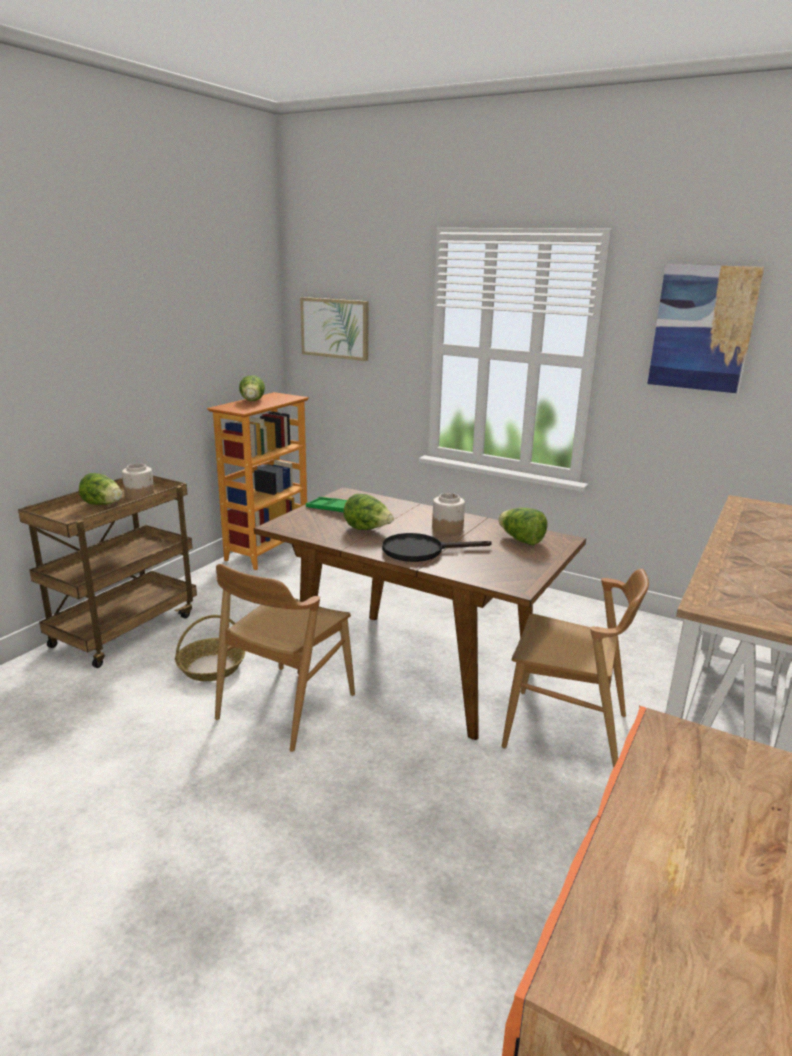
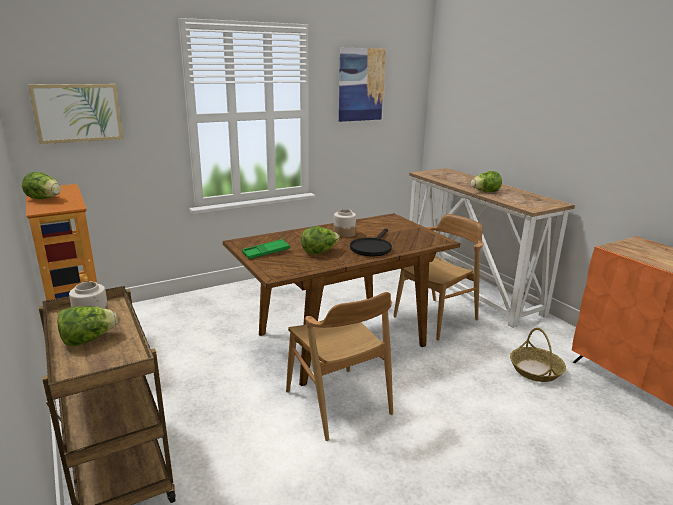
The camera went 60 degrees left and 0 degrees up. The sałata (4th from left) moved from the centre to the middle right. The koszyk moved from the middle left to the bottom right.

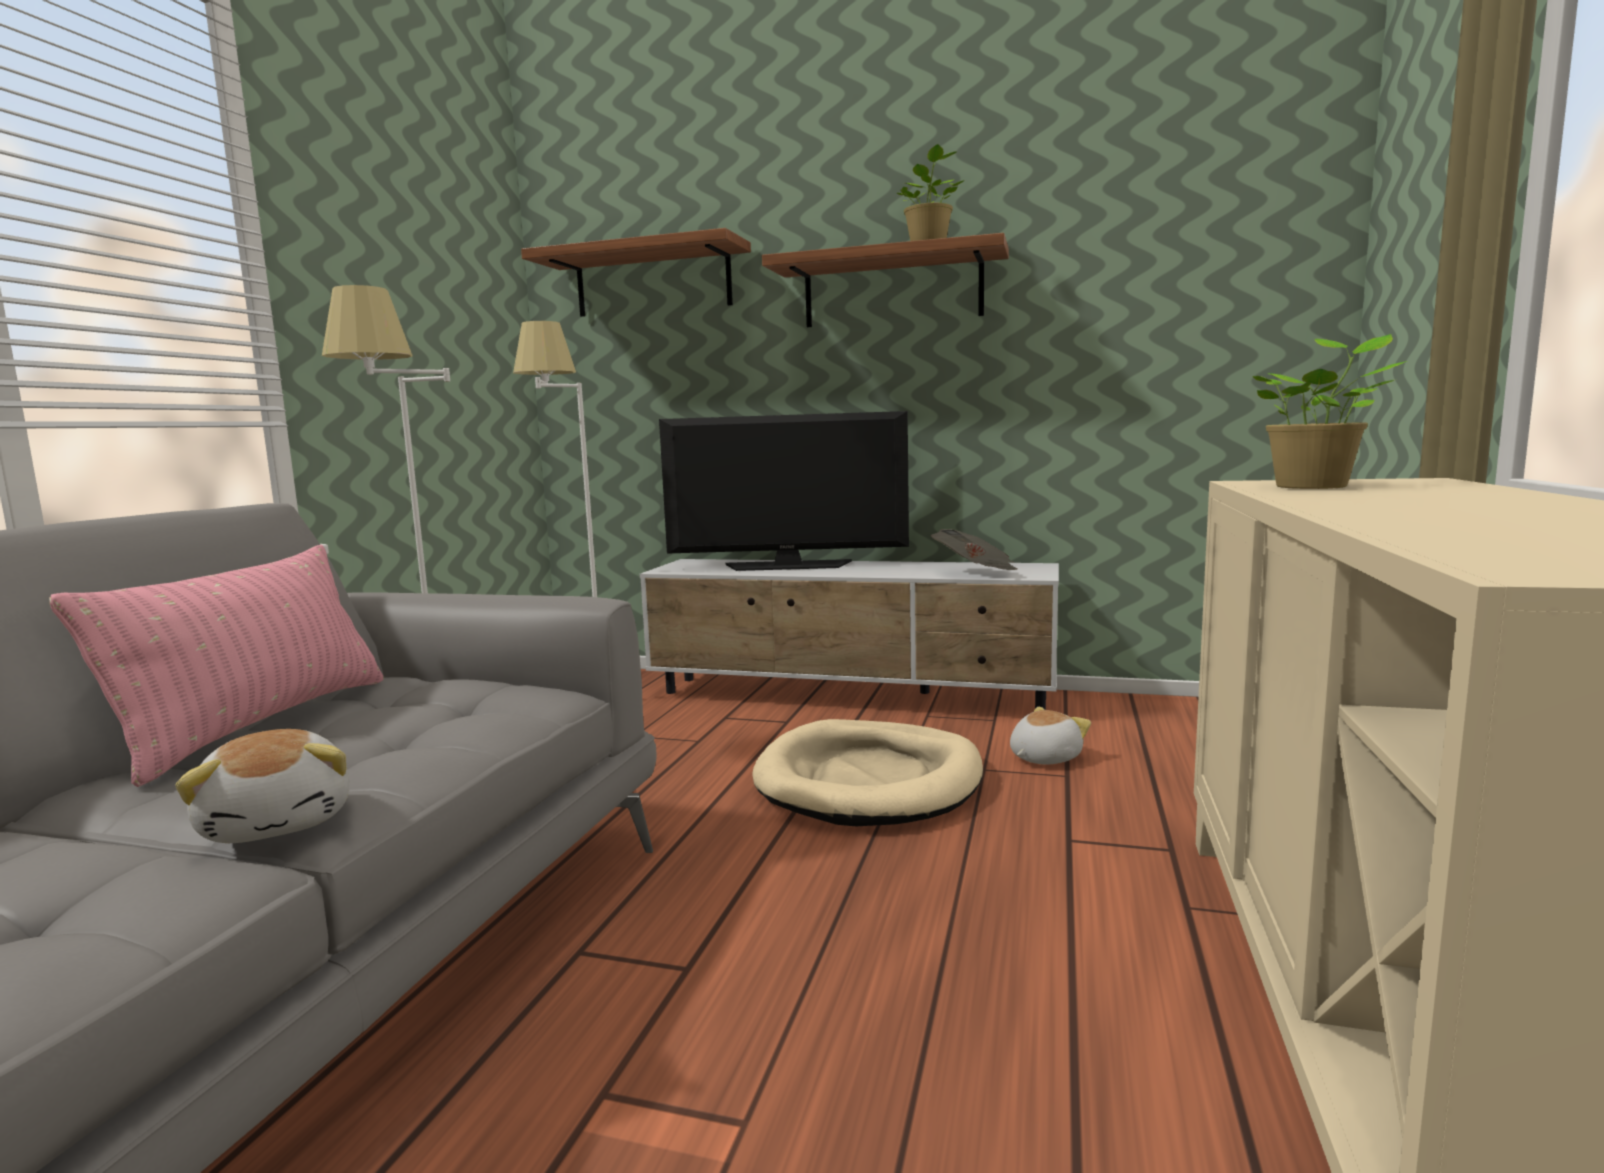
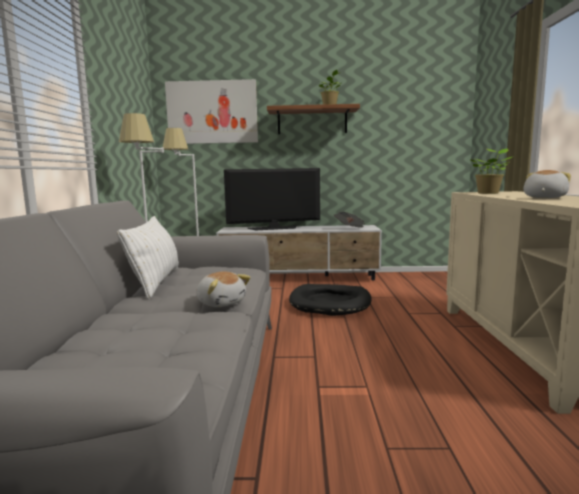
The camera went 15 degrees left and 0 degrees up. The poduszka [różowy] at the middle left became the poduszka [biały] at the middle left. The półka (1st from left) at the top centre was replaced by the obraz at the top centre. The legowisko [beżowy] at the centre became the legowisko [czarny] at the centre. The pluszak (2nd from left) moved from the centre to the middle right.

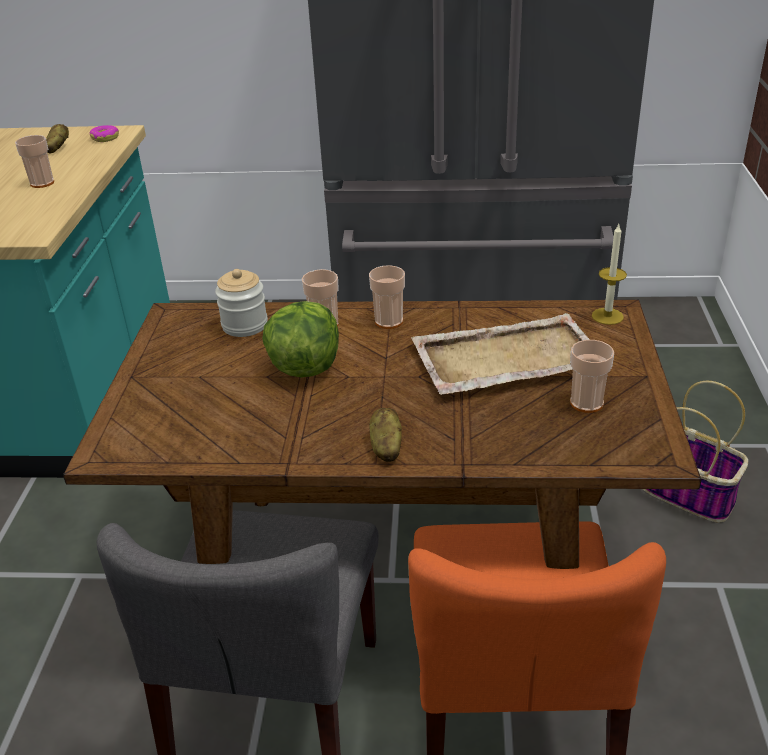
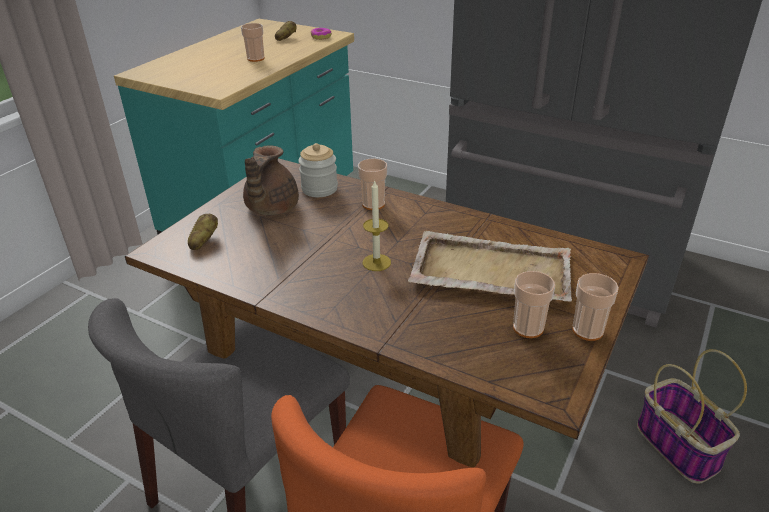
The camera went 25 degrees right and 0 degrees up. The ziemniak (2nd from left in the first image) moved from the centre to the middle left. The imbryk [brązowy] at the centre appeared. The świeca moved from the middle right to the centre. The filiżanka (3rd from left in the first image) moved from the centre to the middle right. The sałata at the centre disappeared.

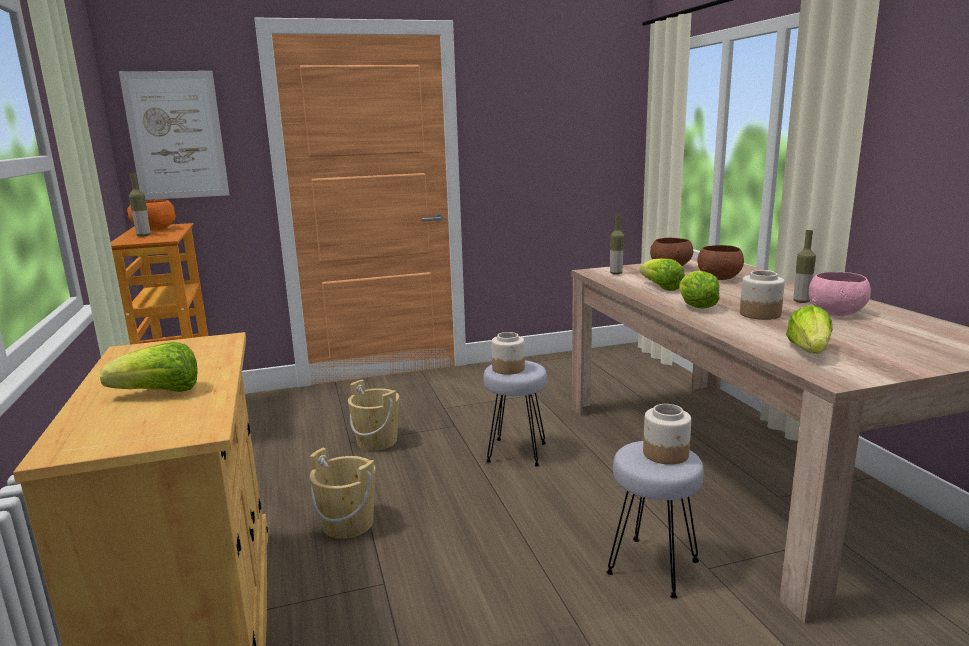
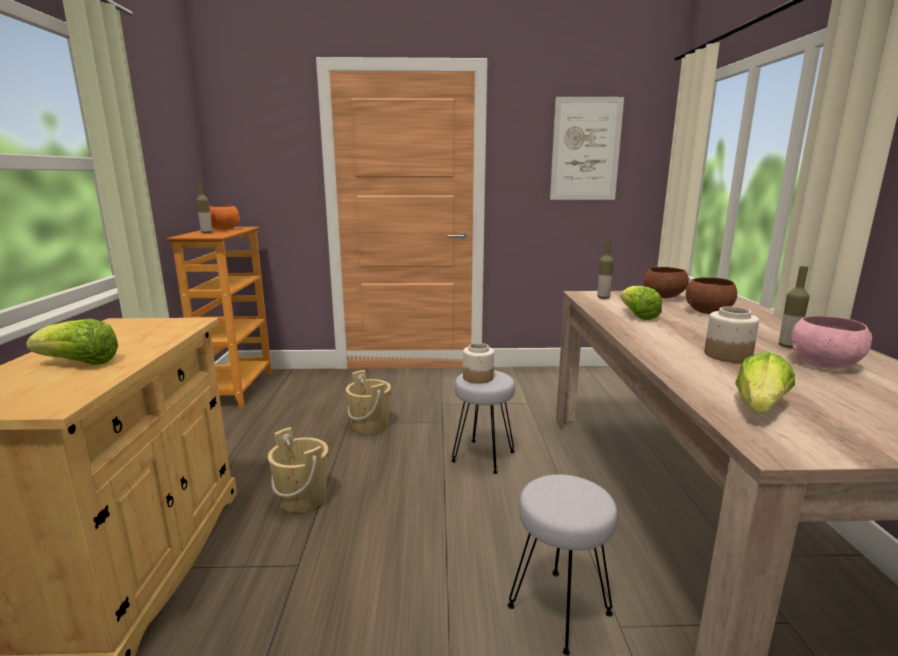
The camera went 15 degrees right and 0 degrees up. The obraz moved from the top left to the top centre. The słoik (2nd from left) at the bottom right disappeared. The sałata (3rd from left) at the middle right disappeared.

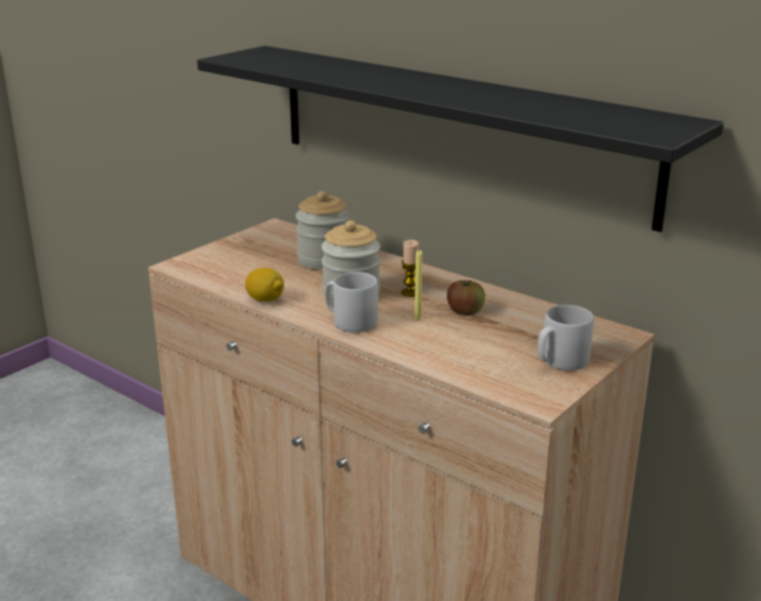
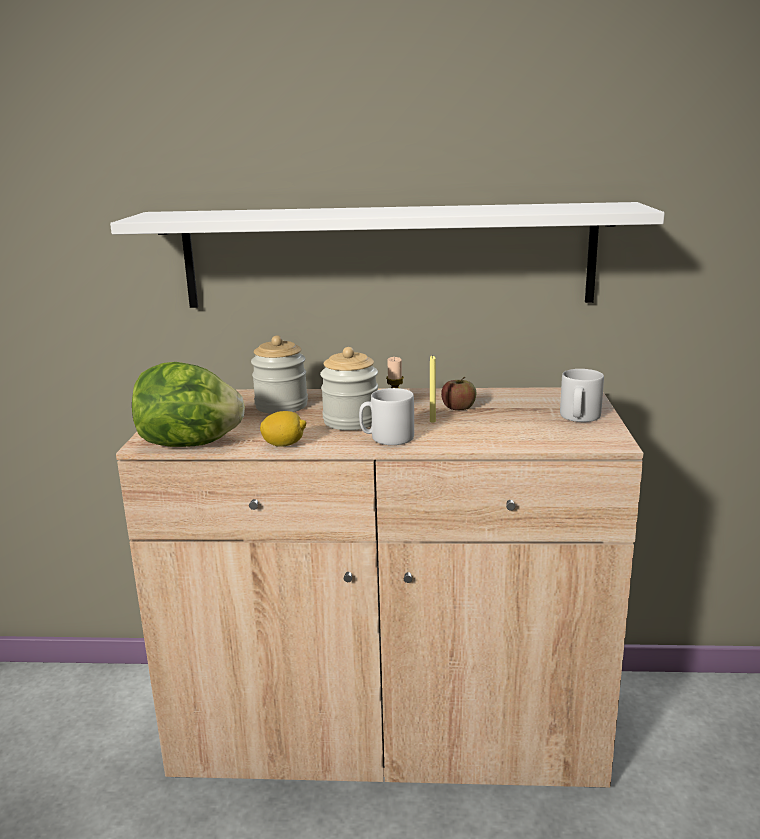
The camera went 35 degrees left and 5 degrees down. The półka [czarny] at the top centre became the półka [biały] at the top centre. The sałata at the middle left appeared.

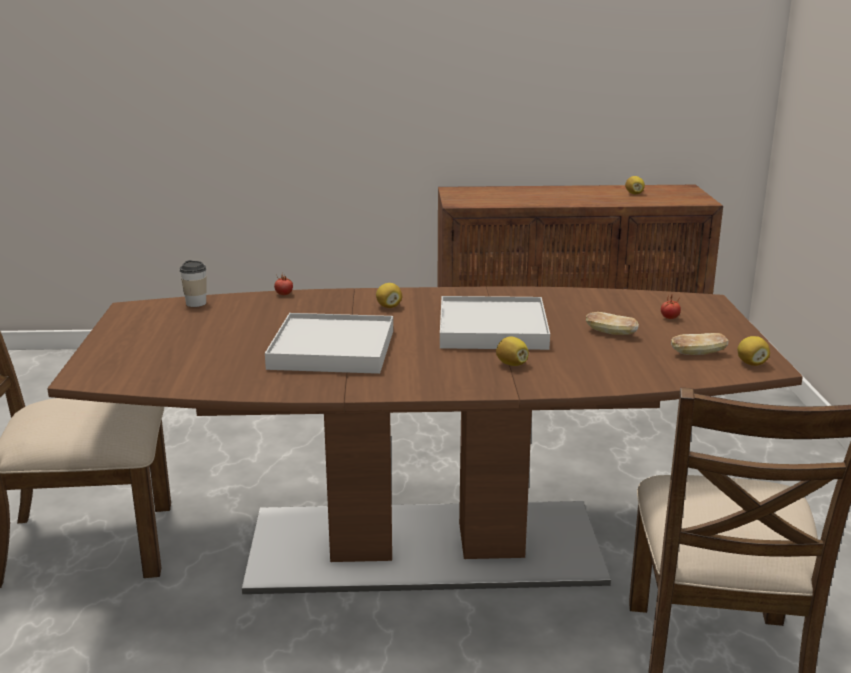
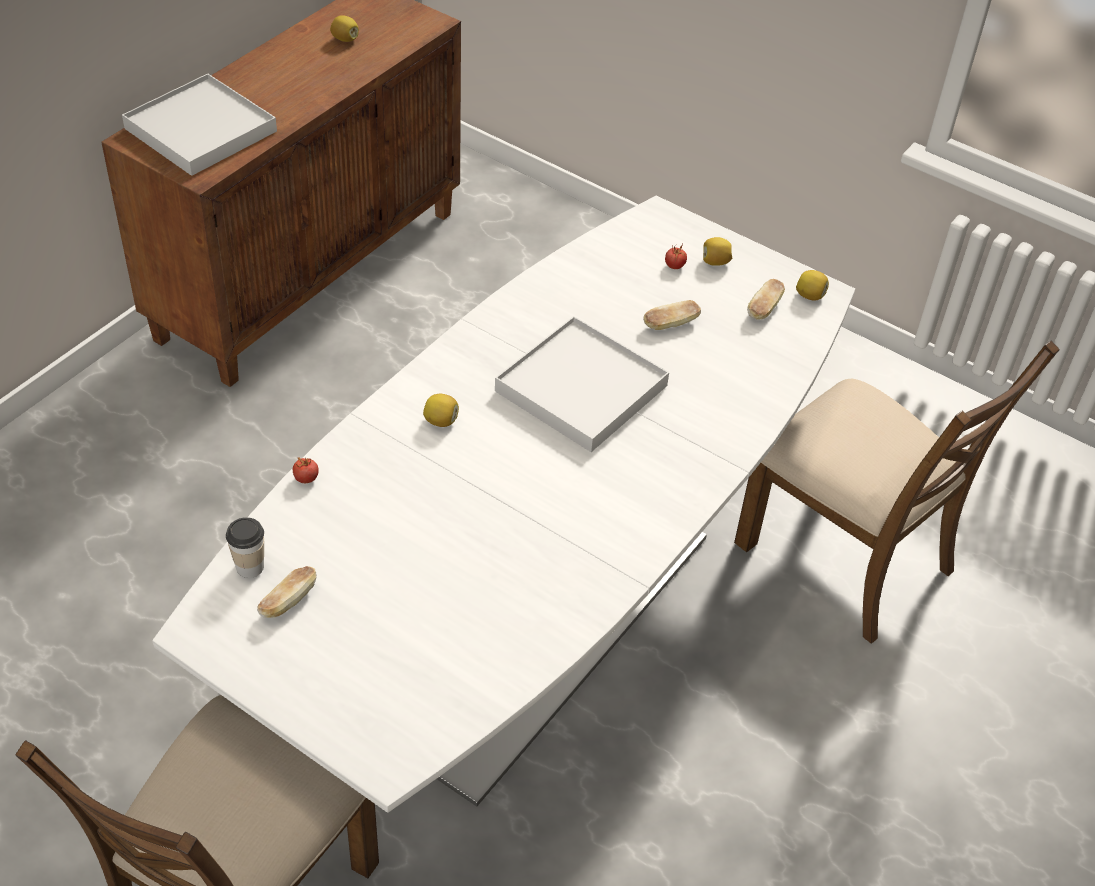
The camera went 55 degrees left and 25 degrees up. The taca [biały] (1st from left) moved from the centre to the top left. The stół jadalny [brązowy] at the centre became the stół jadalny [biały] at the centre. The chleb (1st from left) at the bottom left appeared. The cytryna (2nd from left in the first image) moved from the centre to the top centre.

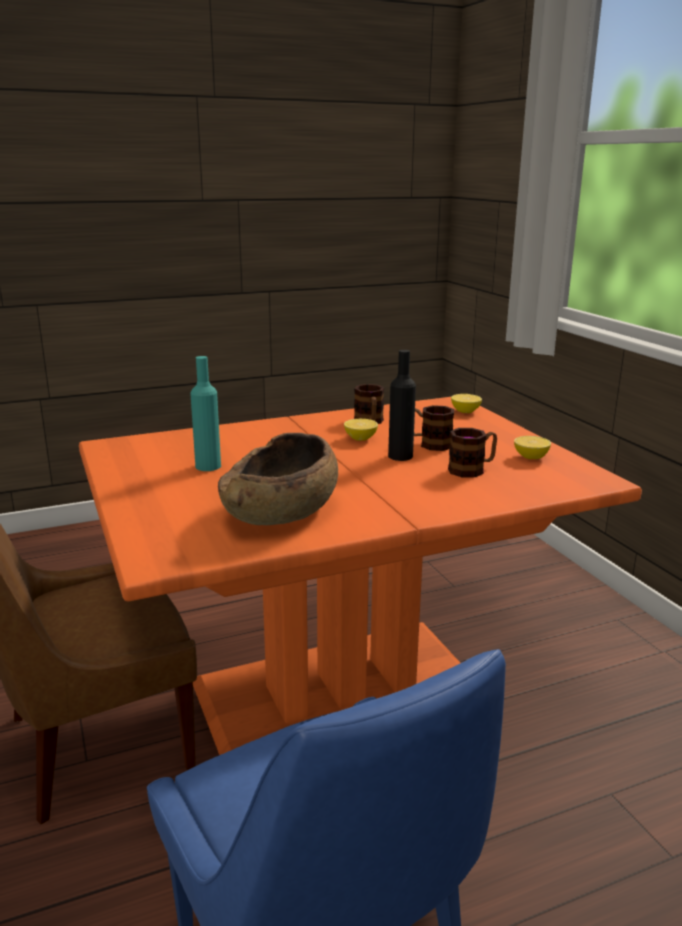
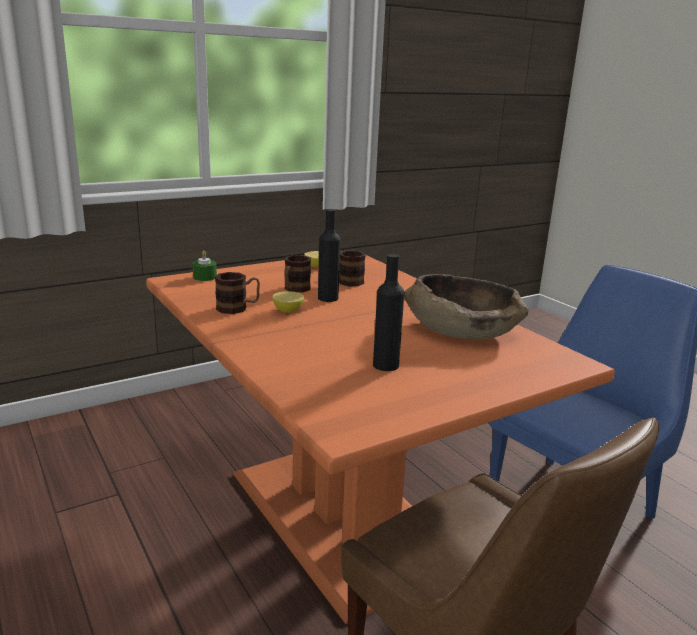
The camera went 100 degrees left and 0 degrees up. The cytryna (2nd from left) at the middle right was replaced by the świeca [zielony] at the middle left. The butelka [turkusowy] at the middle left became the butelka [czarny] (2nd from left) at the centre.

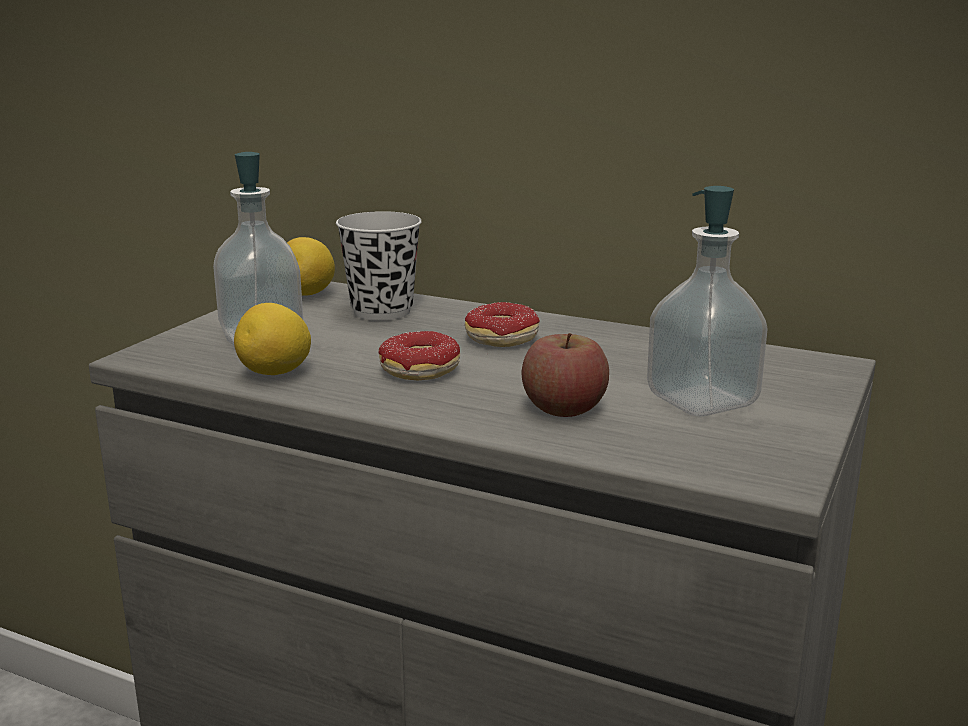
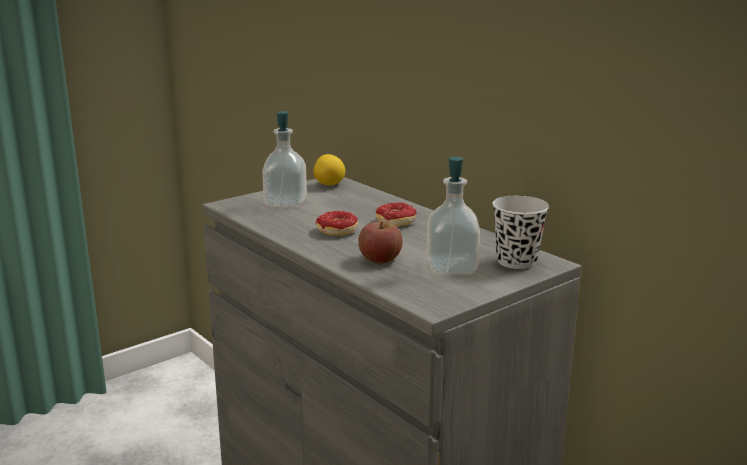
The camera went 25 degrees right and 0 degrees up. The filiżanka [czarny] moved from the centre to the middle right. The cytryna (1st from left) at the middle left disappeared.

